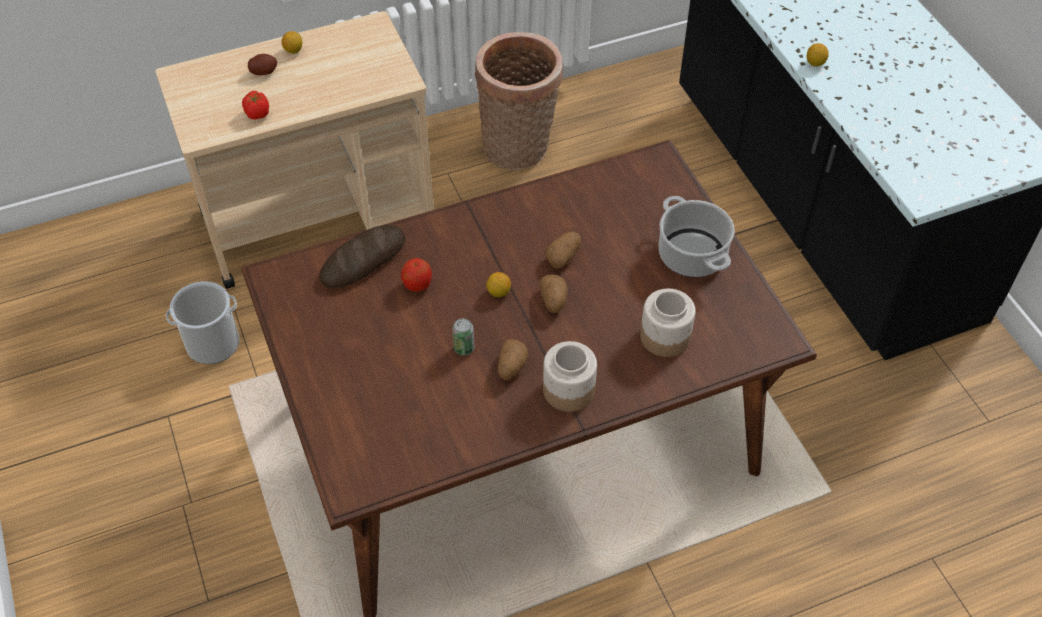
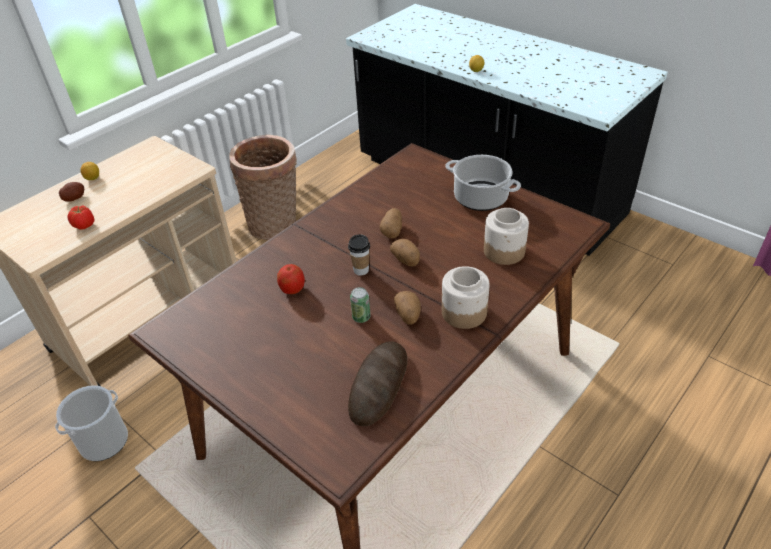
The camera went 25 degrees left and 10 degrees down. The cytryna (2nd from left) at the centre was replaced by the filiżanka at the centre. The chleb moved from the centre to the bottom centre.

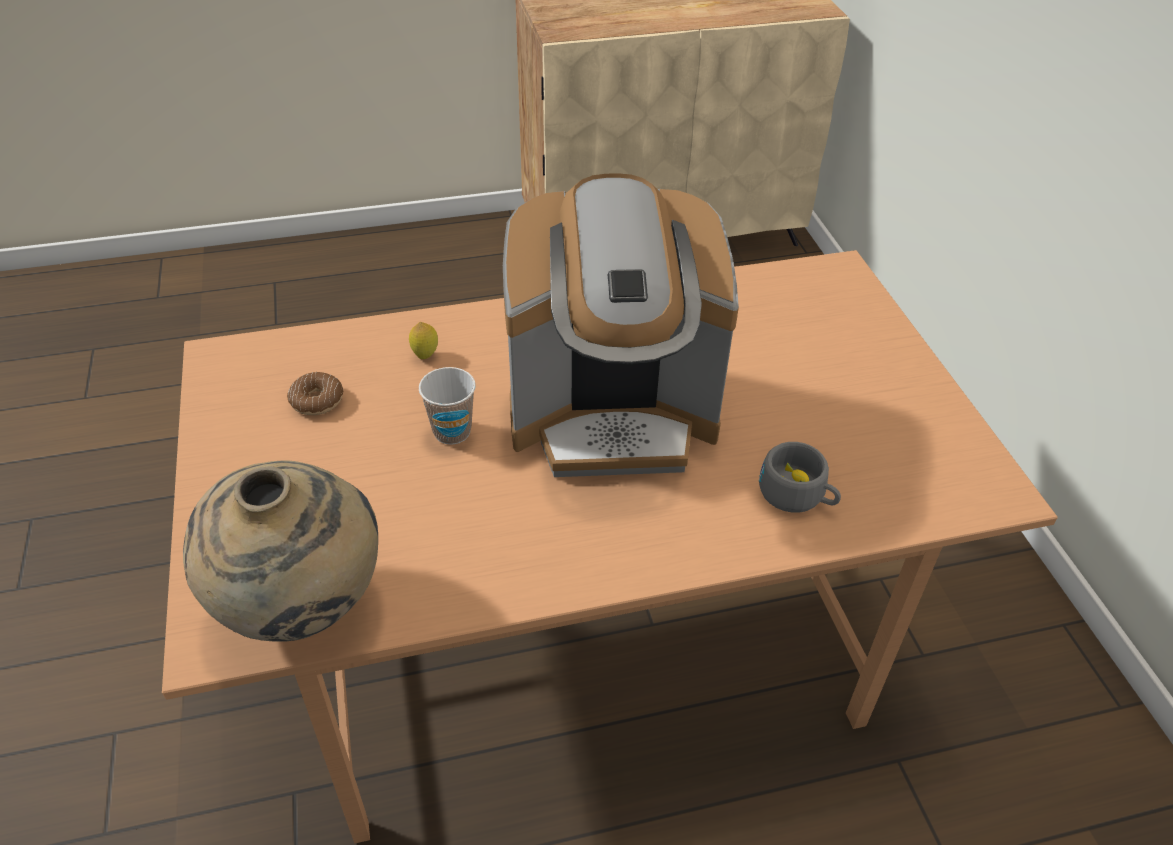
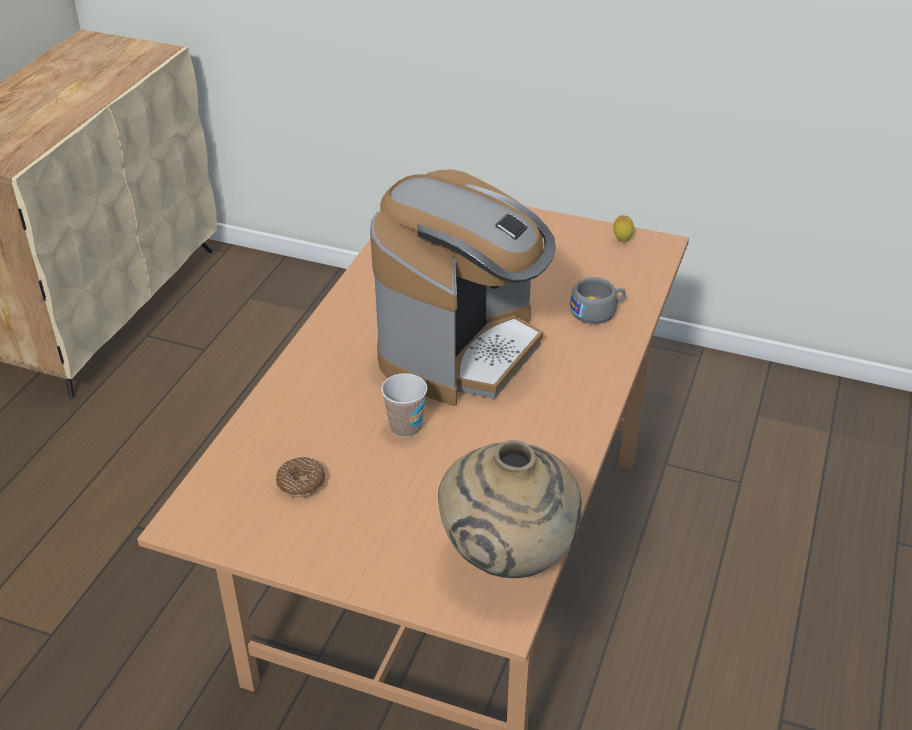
The camera went 55 degrees left and 5 degrees down. The cytryna moved from the centre to the top right.

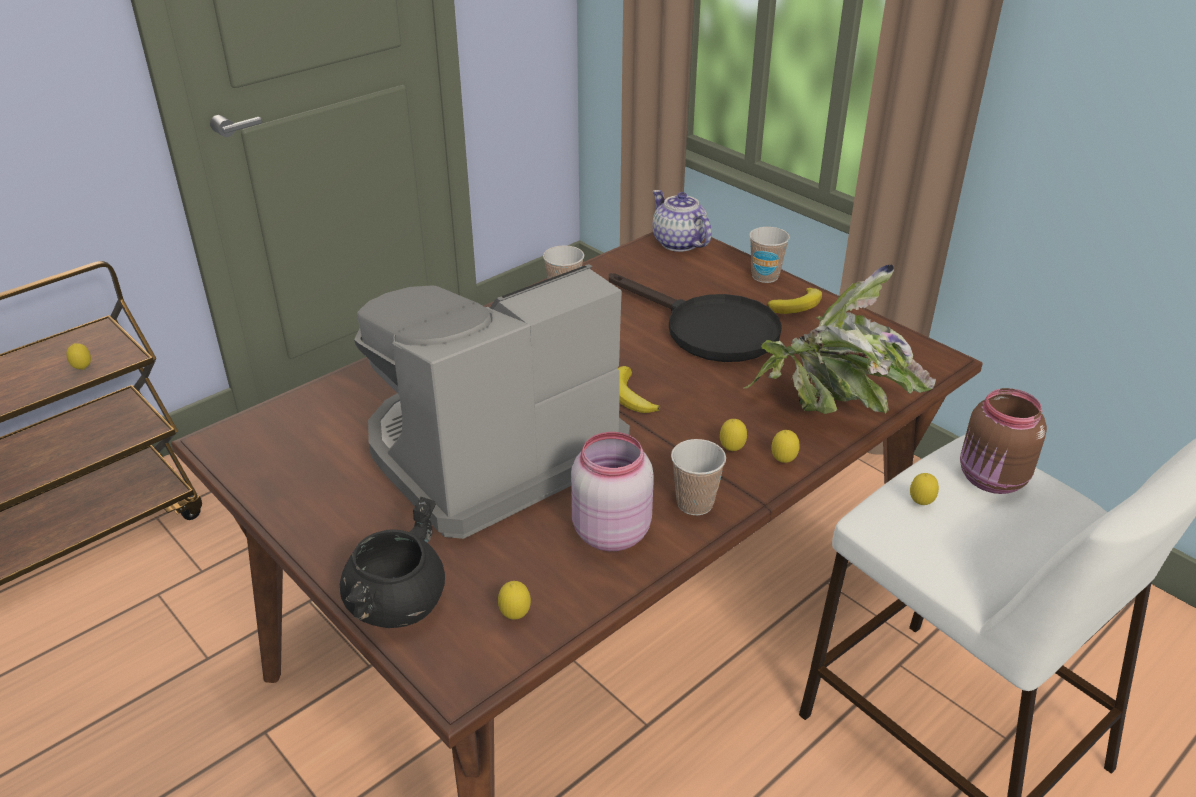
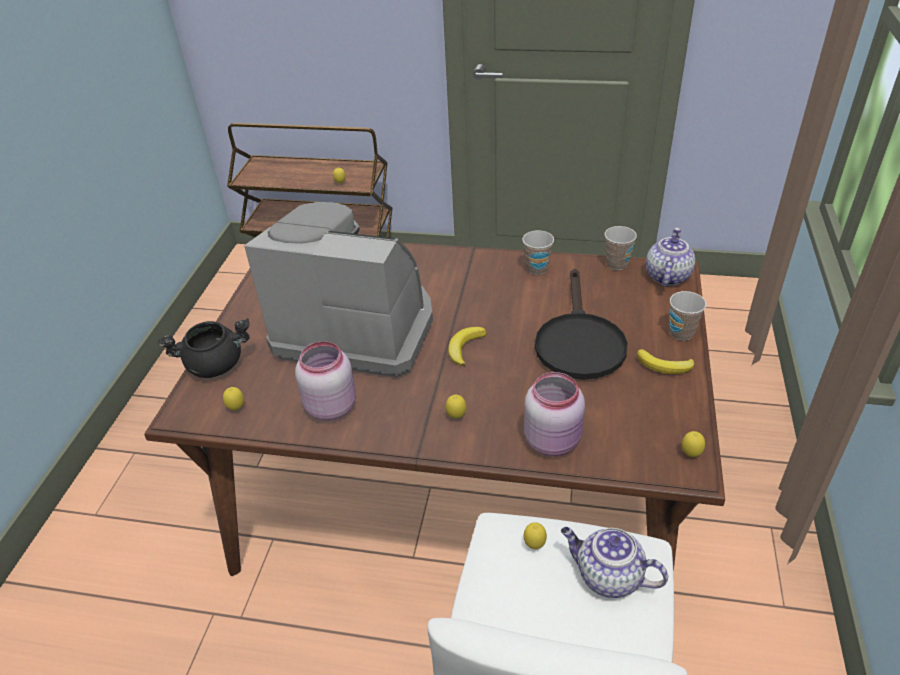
The camera went 55 degrees right and 5 degrees up. The roślina doniczkowa at the middle right was replaced by the słoik [różowy] (2nd from left) at the centre. The słoik [brązowy] at the middle right was replaced by the imbryk (1st from left) at the bottom right. The filiżanka (2nd from left) moved from the centre to the middle right. The cytryna (4th from left in the first image) moved from the centre to the middle right.

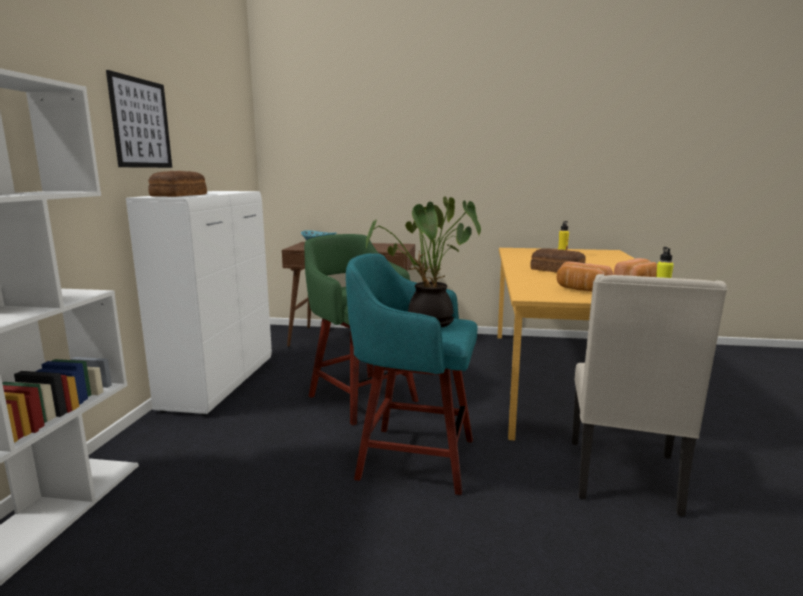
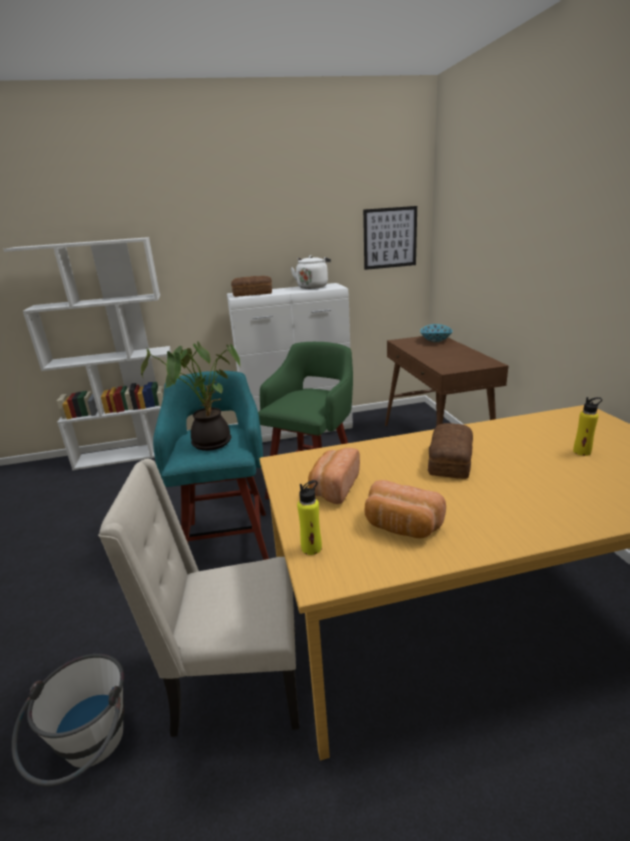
The camera went 70 degrees right and 10 degrees up. The wiadro [biały] at the bottom left appeared. The czajnik [biały] at the top centre appeared. The obraz moved from the top left to the top centre.

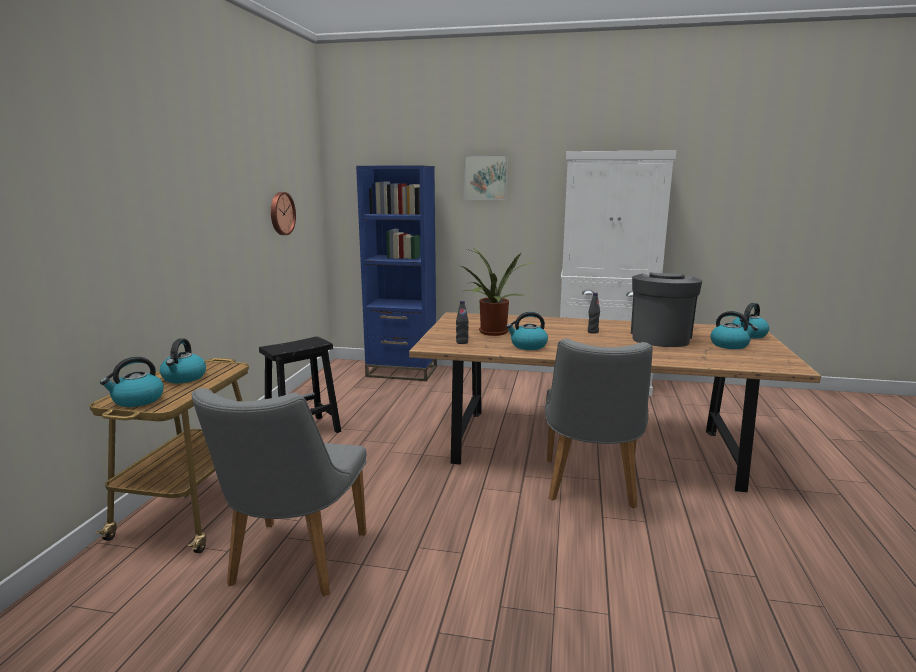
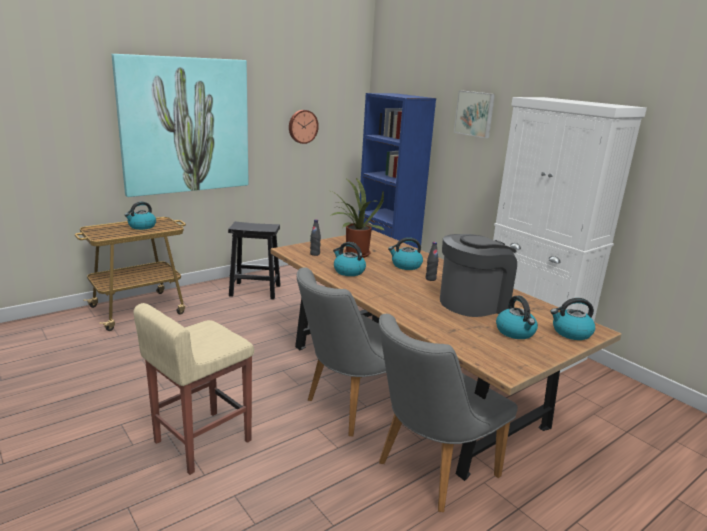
The camera went 40 degrees right and 5 degrees up. The obraz (1st from left) at the top left appeared. The stołek [beżowy] at the bottom left appeared. The krzesło [szary] (1st from left in the first image) moved from the bottom left to the bottom centre. The czajnik (1st from left in the first image) moved from the middle left to the centre.

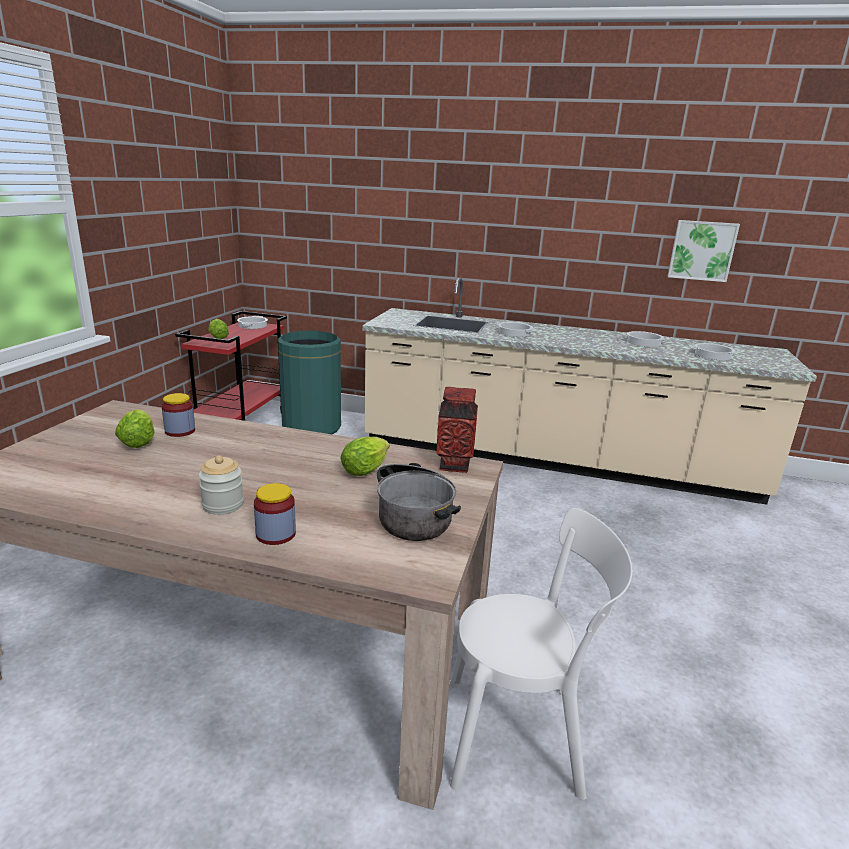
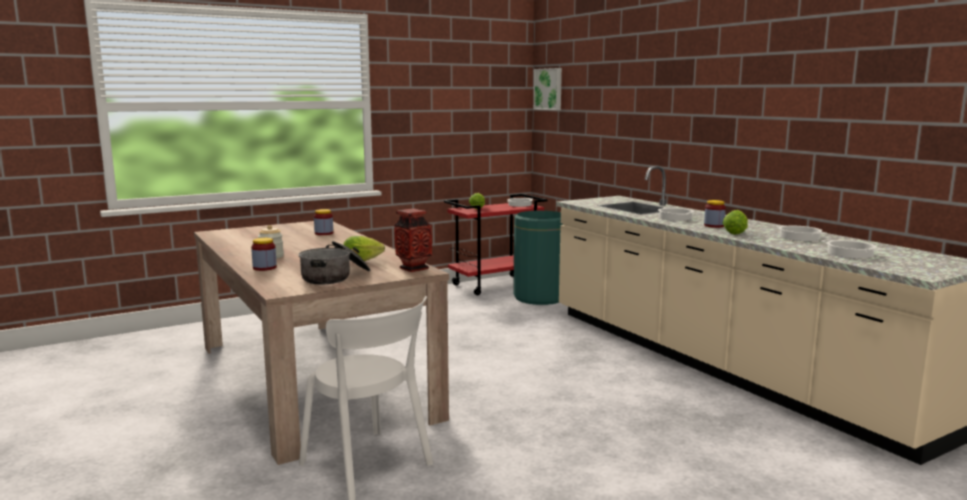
The camera went 45 degrees right and 10 degrees down. The obraz moved from the top right to the top centre. The słoik (4th from left) at the middle right appeared. The sałata (1st from left in the first image) moved from the middle left to the middle right.

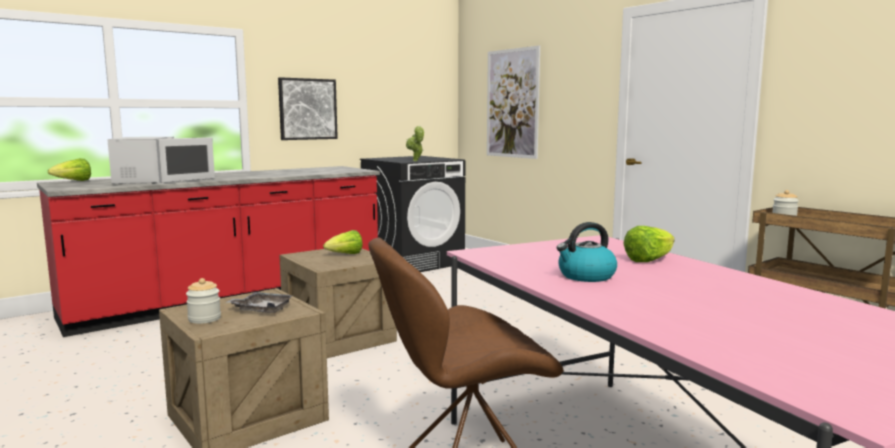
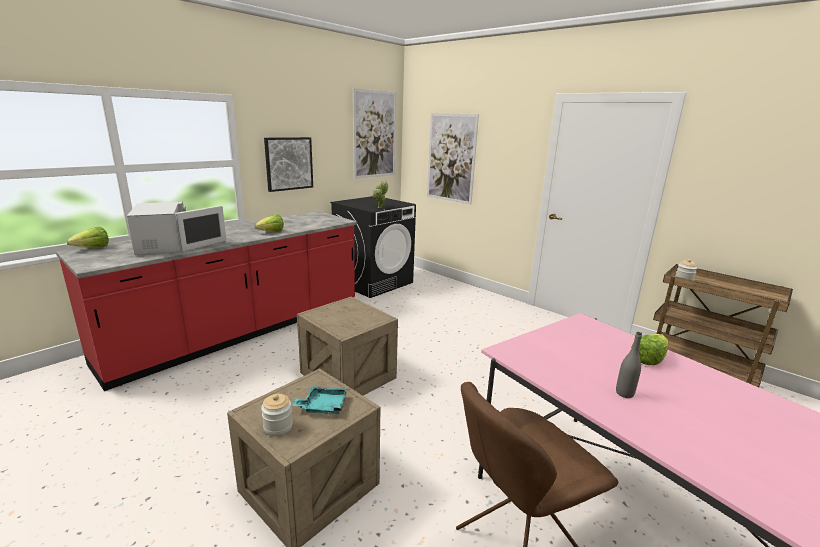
The camera went 10 degrees left and 10 degrees up. The sałata (2nd from left) moved from the centre to the middle left. The taca [szary] at the bottom left became the taca [turkusowy] at the bottom centre. The obraz (2nd from left) at the top centre appeared. The czajnik at the centre was replaced by the butelka [szary] at the bottom right.

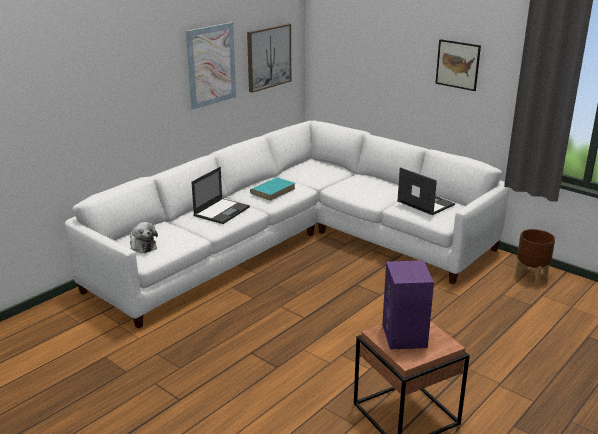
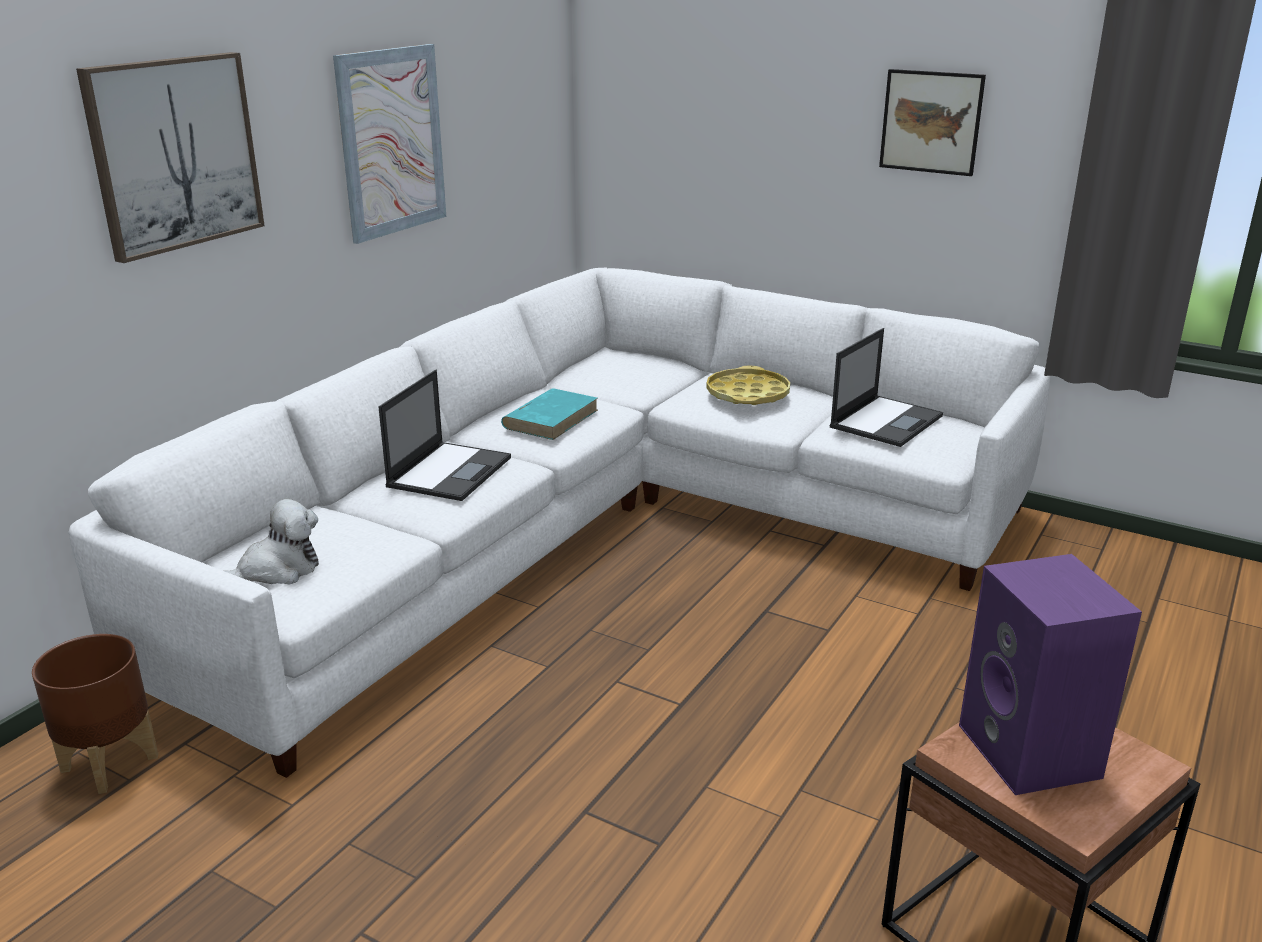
The camera went 10 degrees left and 0 degrees up. The donica [brązowy] moved from the middle right to the bottom left. The obraz (2nd from left in the first image) moved from the top centre to the top left. The pluszak at the middle left turned 75 degrees counterclockwise. The taca [żółty] at the centre appeared. The laptop (2nd from left) at the middle right turned 90 degrees clockwise.

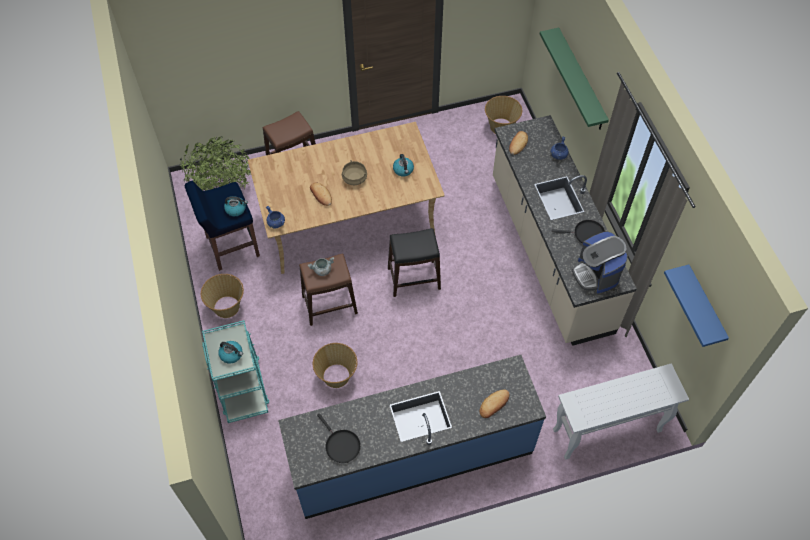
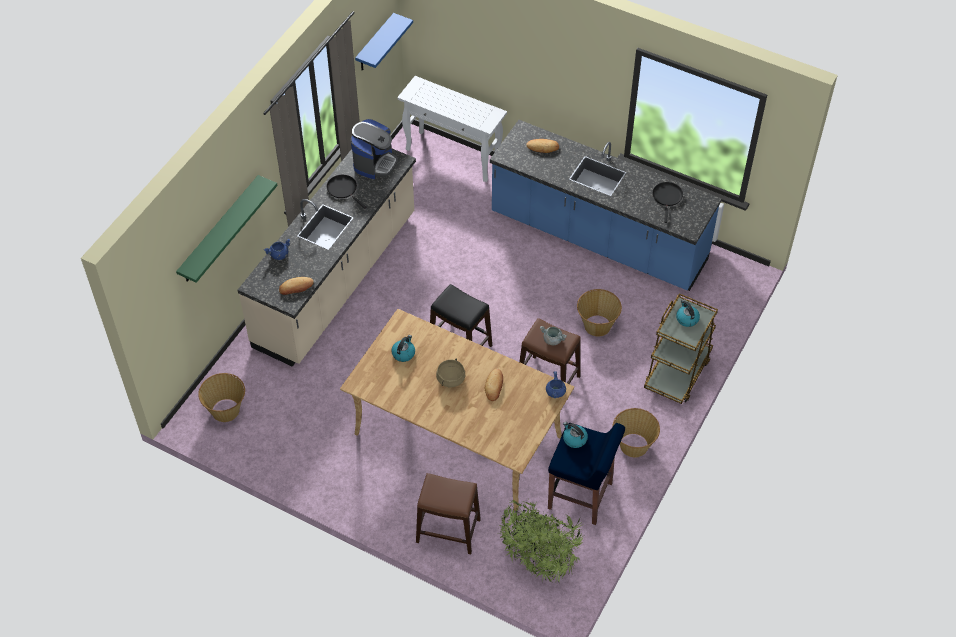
The camera went 135 degrees left and 5 degrees down. The wózek [turkusowy] at the bottom left became the wózek [brązowy] at the middle right.

